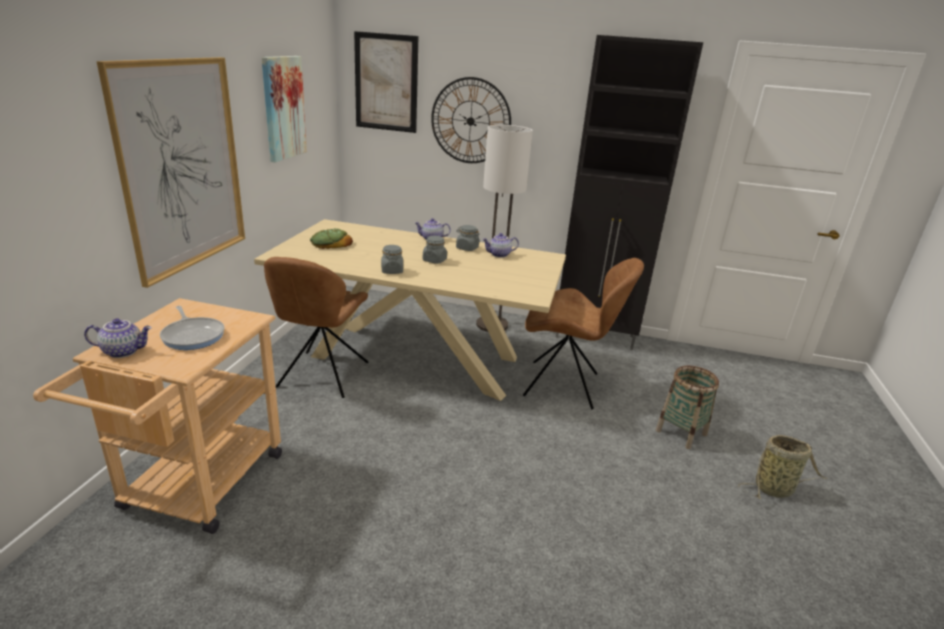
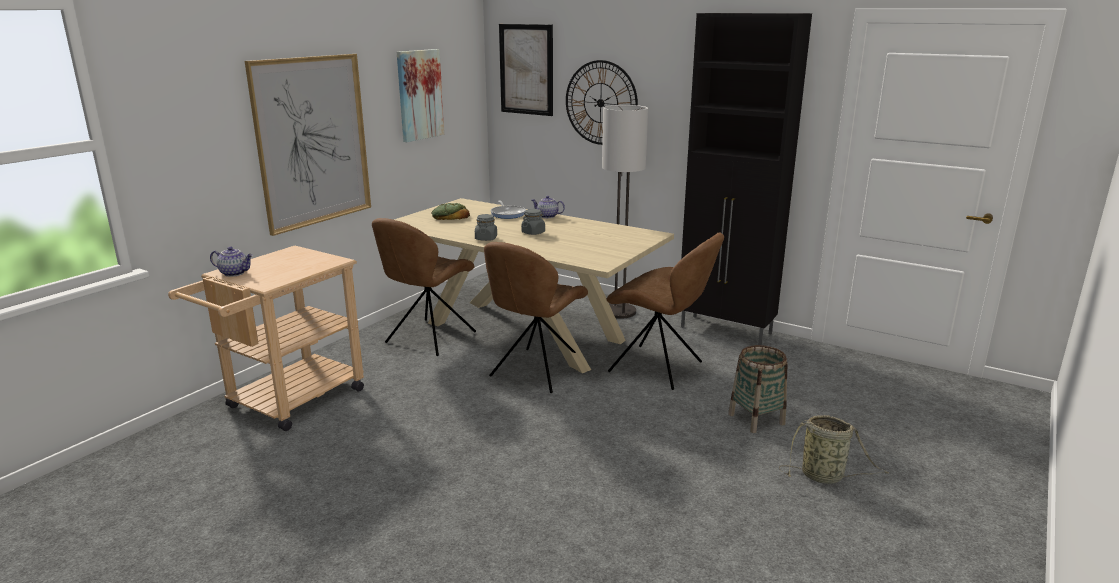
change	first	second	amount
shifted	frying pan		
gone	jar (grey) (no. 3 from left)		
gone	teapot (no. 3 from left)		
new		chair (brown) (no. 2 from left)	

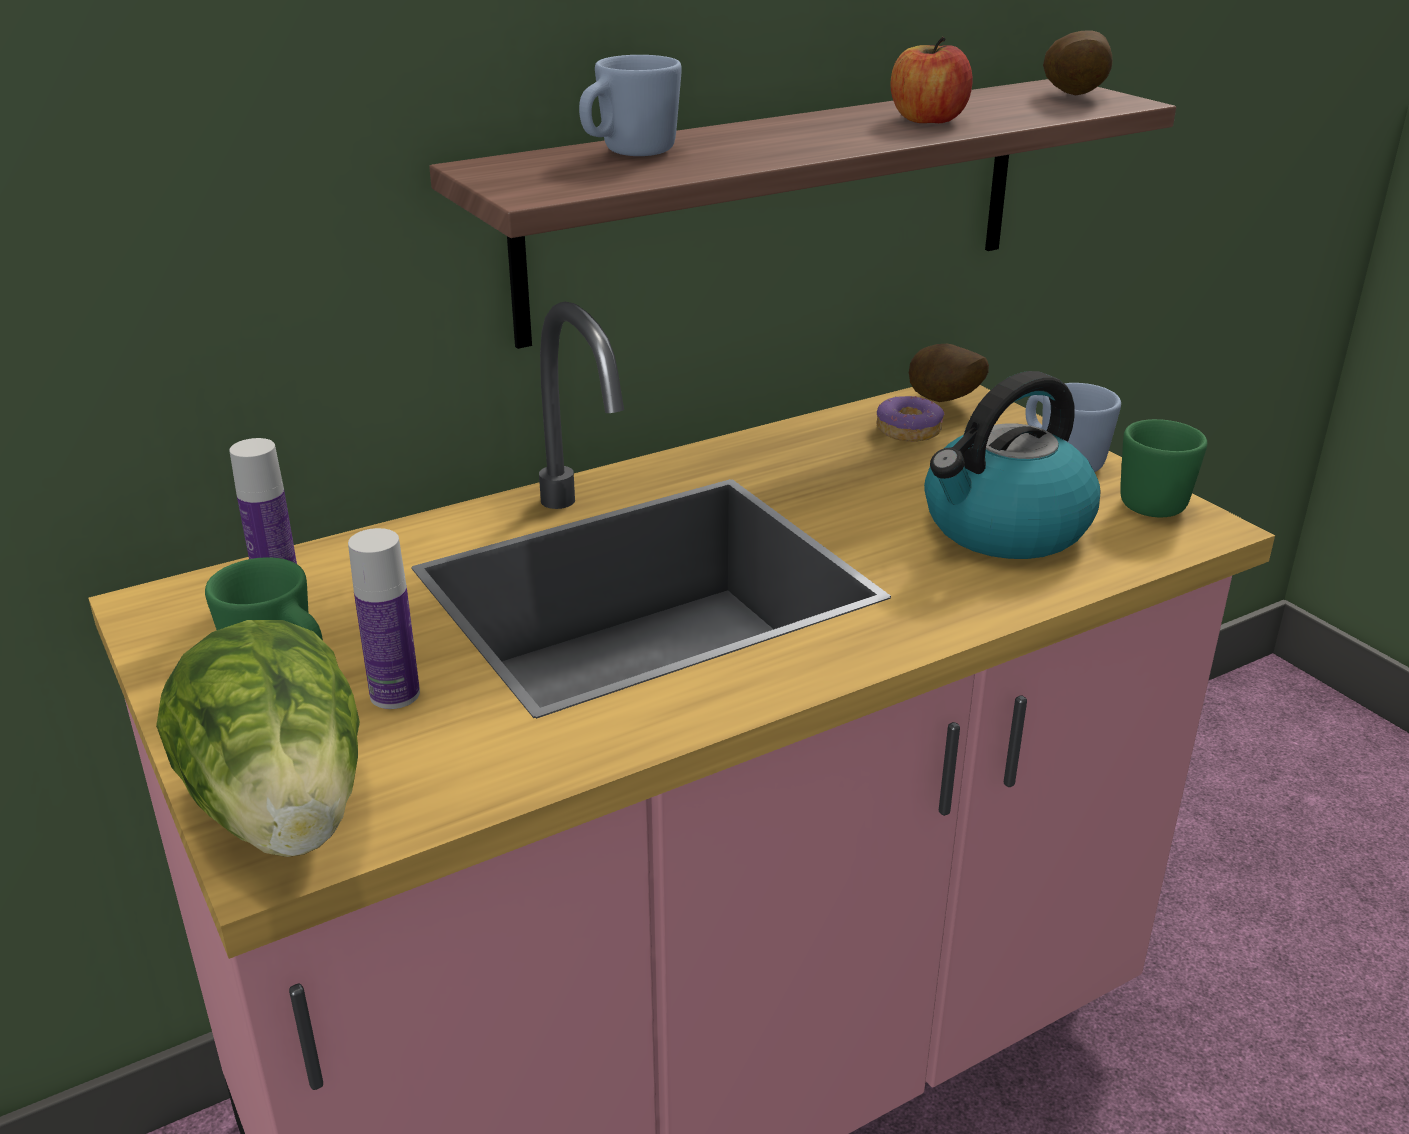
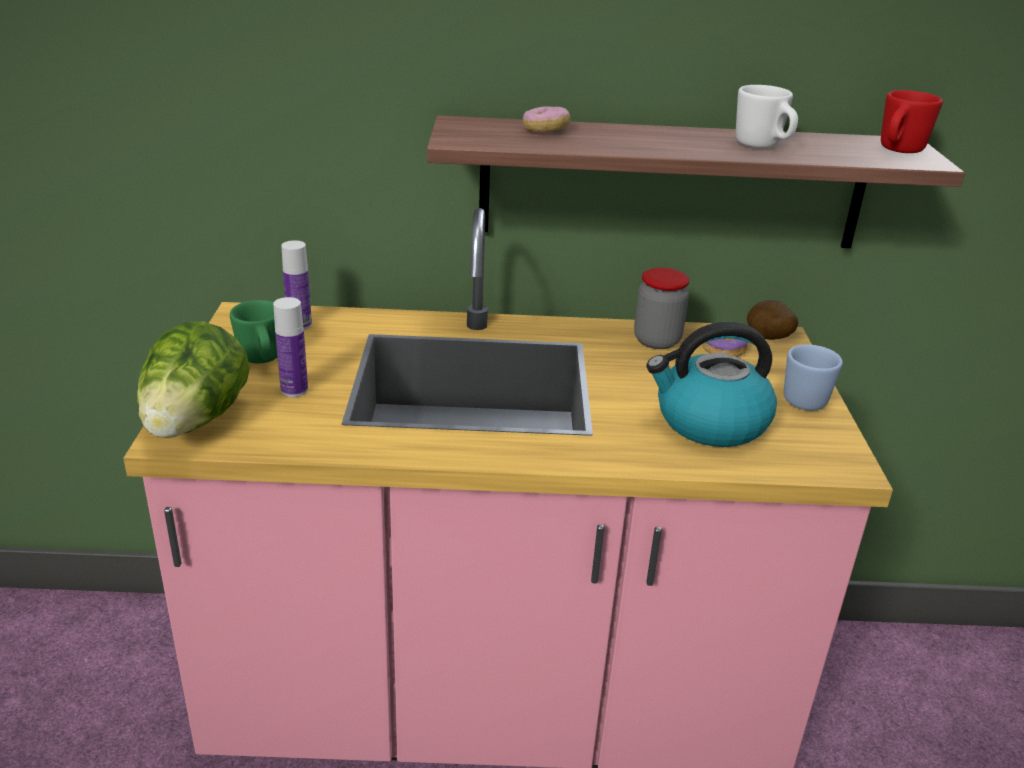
change	first	second	amount
swapped	mug (blue) (no. 1 from left)	donut (no. 1 from left)	
swapped	apple	mug (white)	
swapped	potato (no. 2 from left)	mug (red)	
gone	mug (green) (no. 2 from left)		
new		jar	

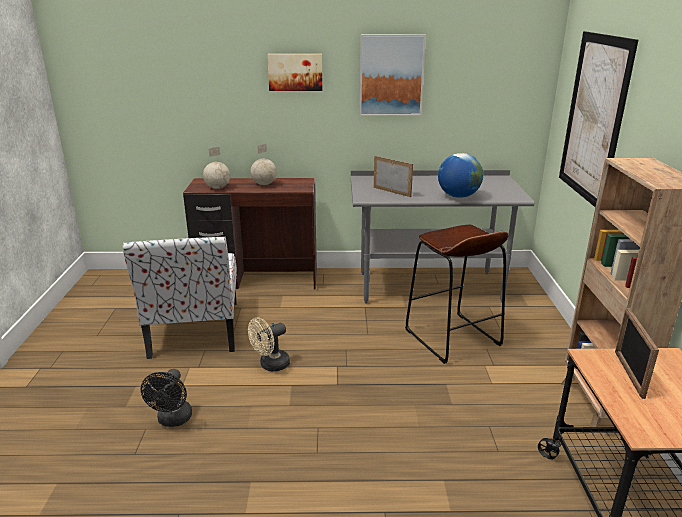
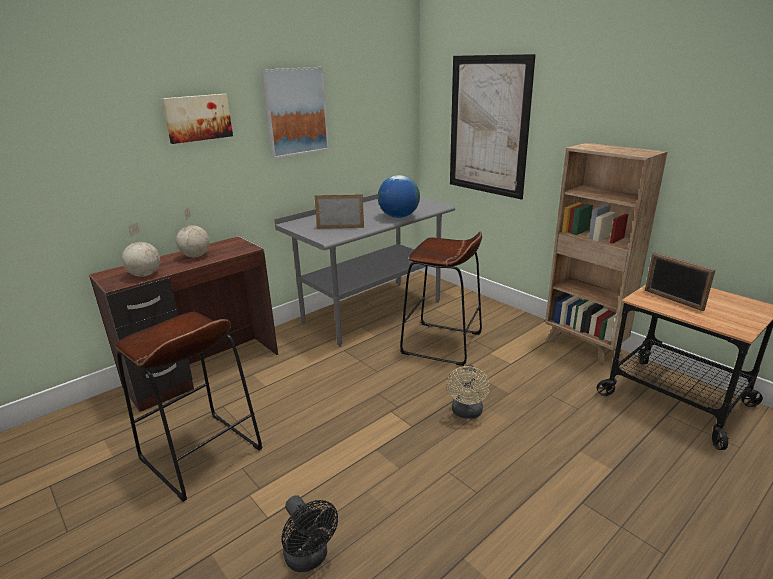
change	first	second	amount
swapped	chair	stool (brown) (no. 1 from left)	
shifted	fan (beige)		

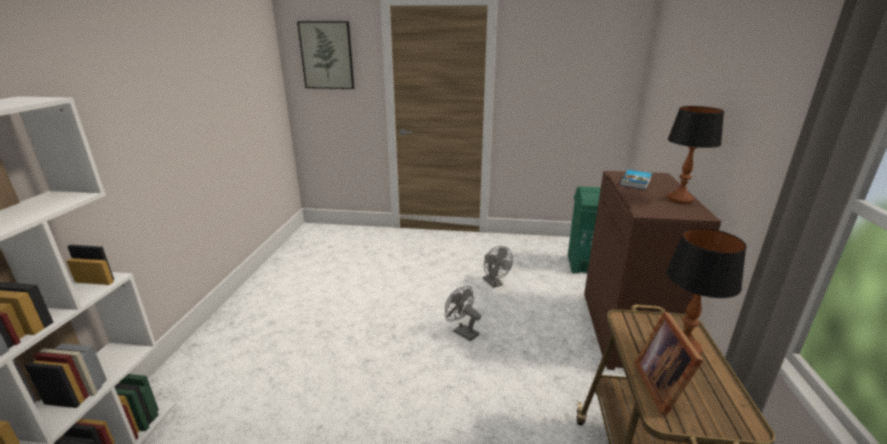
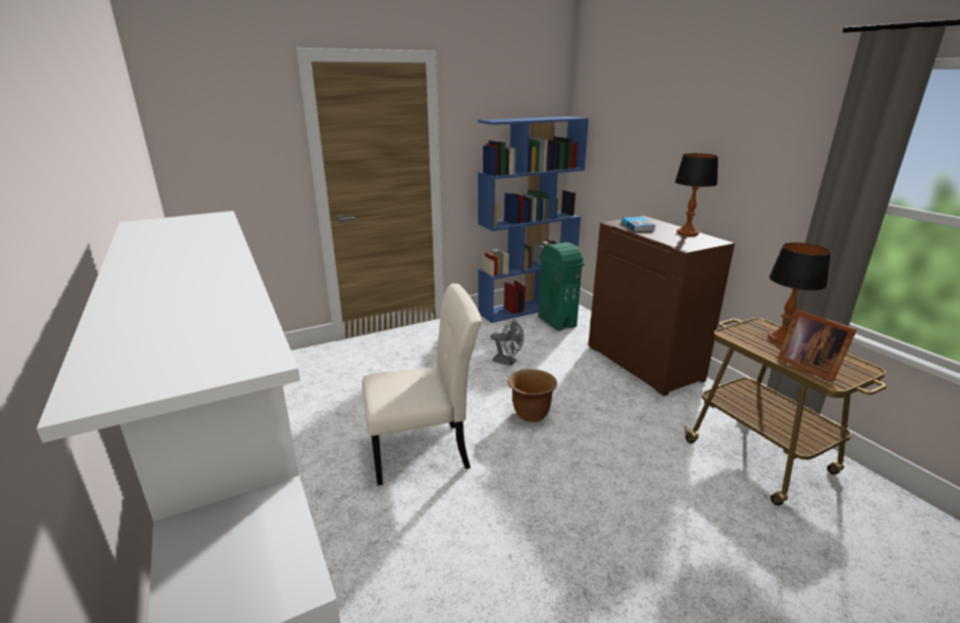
change	first	second	amount
gone	picture		
swapped	fan (grey) (no. 1 from left)	planter (brown)	
new		chair (beige)	
new		bookcase (blue)	

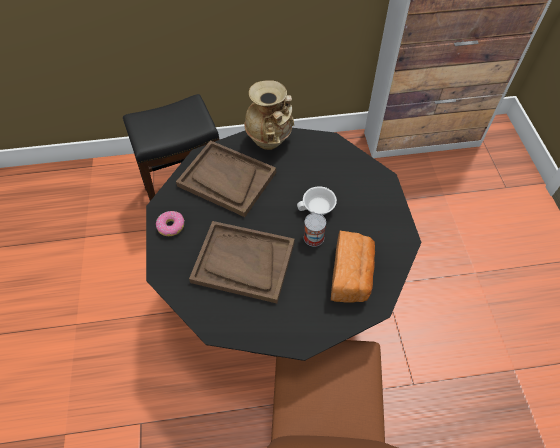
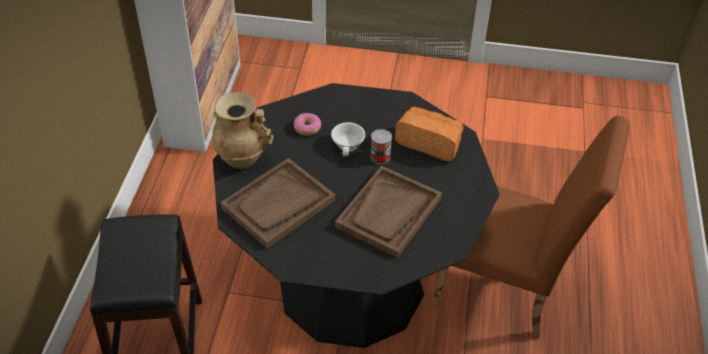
change	first	second	amount
shifted	donut		

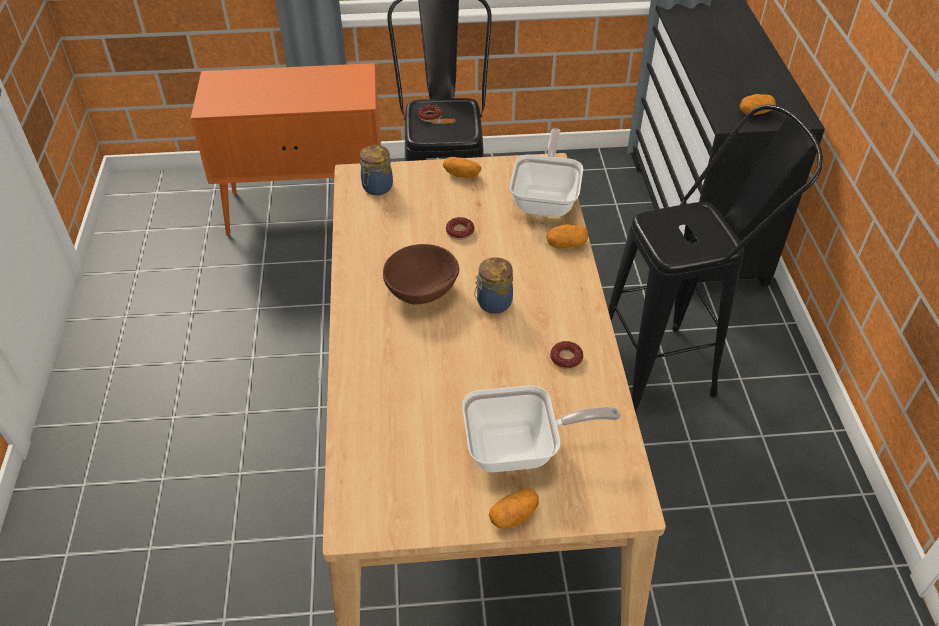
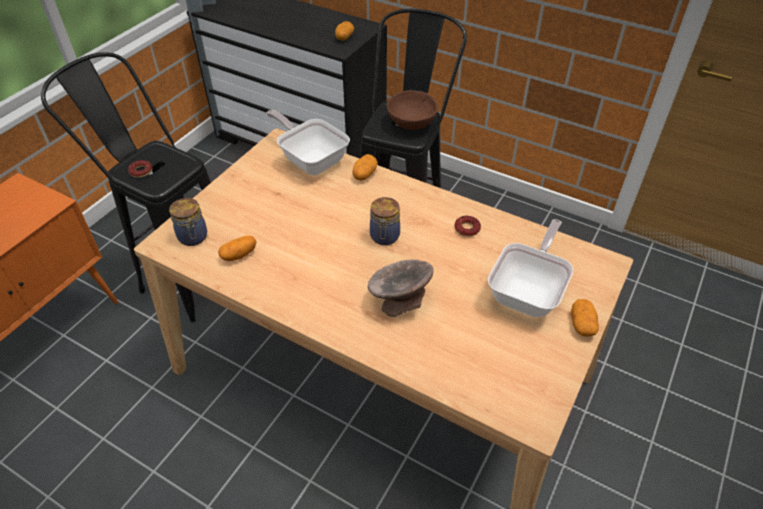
change	first	second	amount
shifted	bowl (brown)		
shifted	potato (no. 1 from left)		
gone	donut (no. 2 from left)		
new		bowl (grey)	

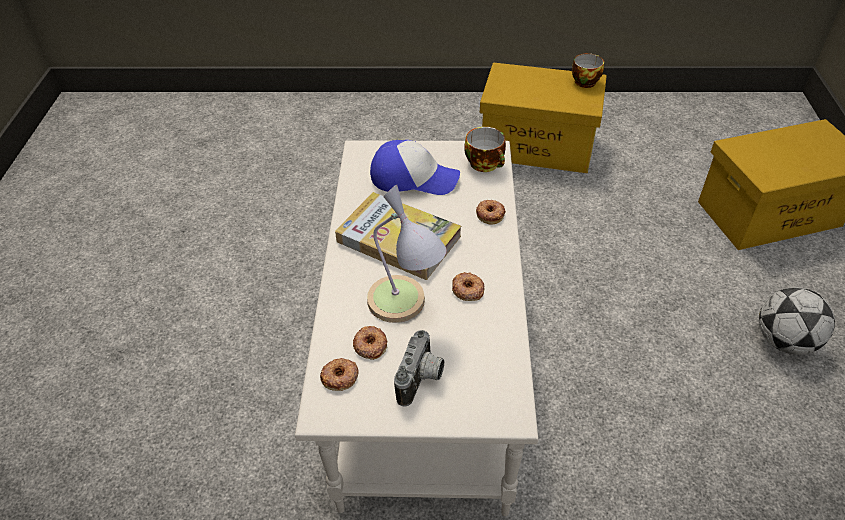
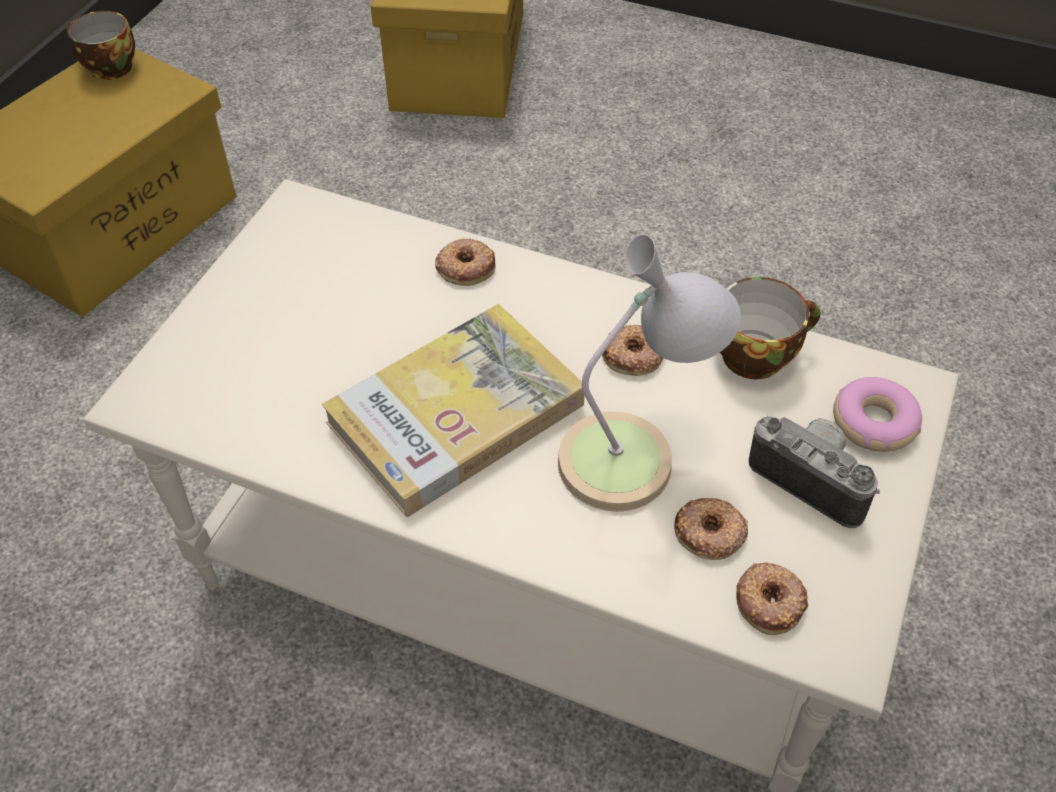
change	first	second	amount
gone	cap		
shifted	cup (no. 1 from left in the first image)	cup (no. 2 from left)	
gone	football		
new		donut (no. 5 from left)	

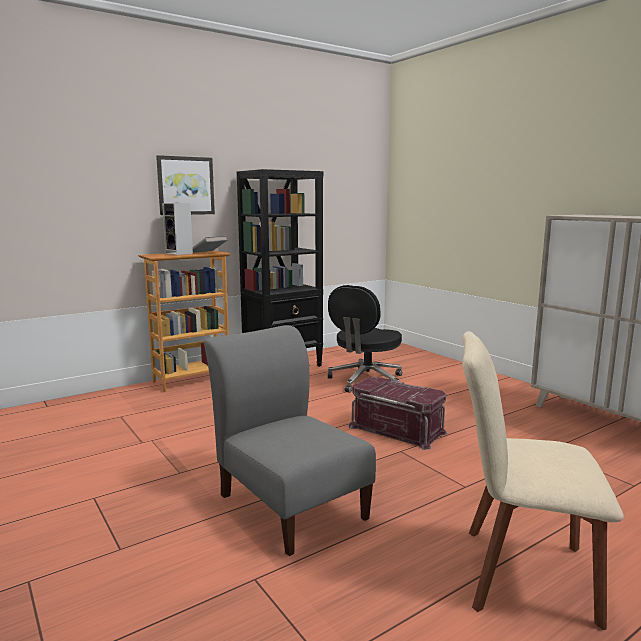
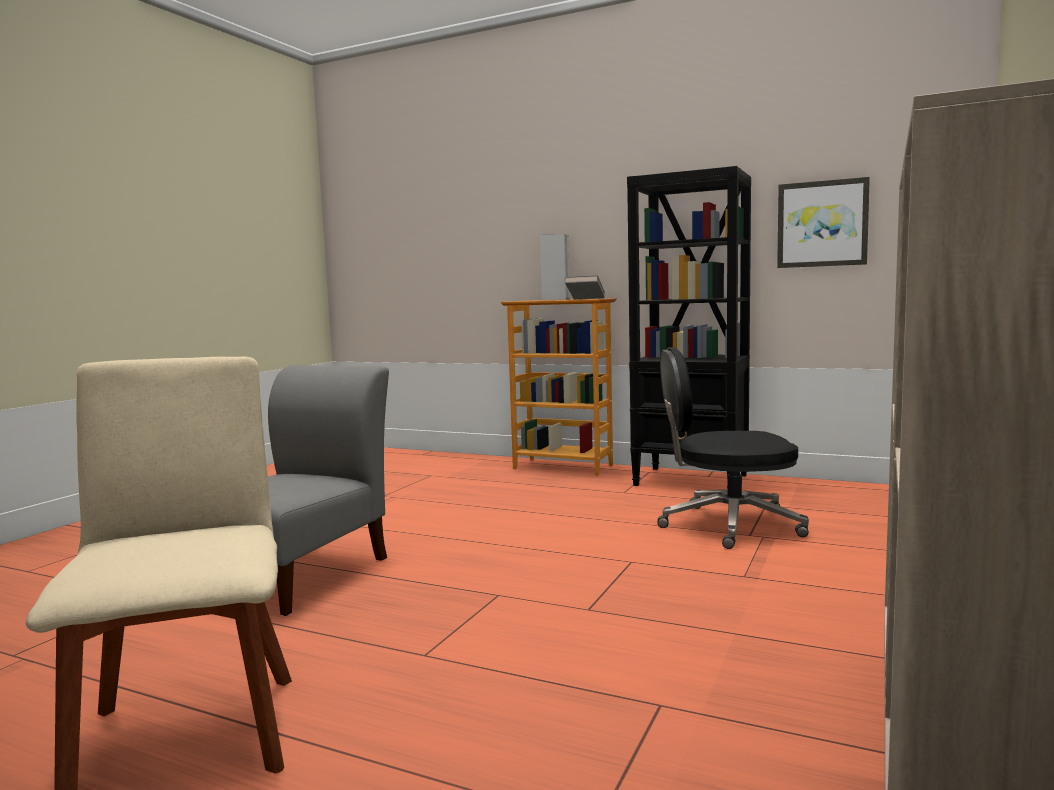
change	first	second	amount
shifted	picture		
gone	storage box (red)		

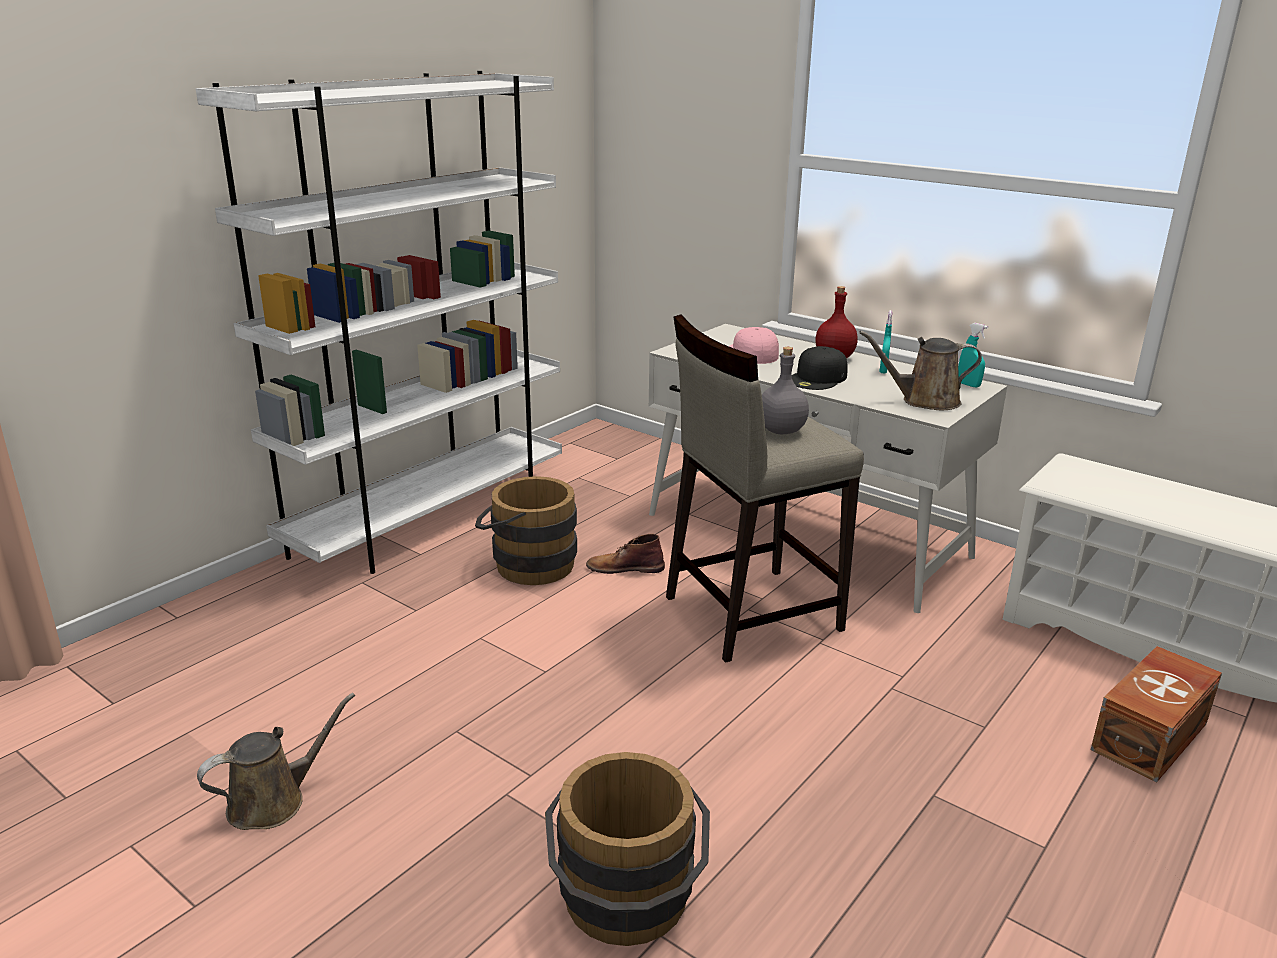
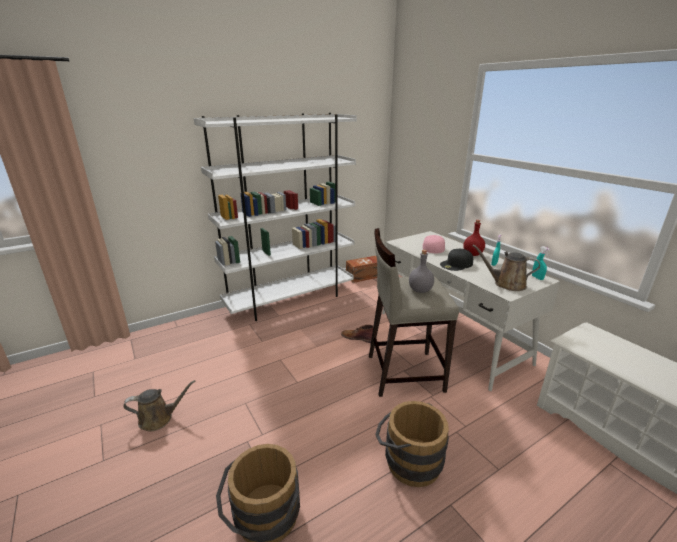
change	first	second	amount
shifted	bucket (brown) (no. 1 from left in the first image)	bucket (brown) (no. 2 from left)	
shifted	storage box (brown)		

